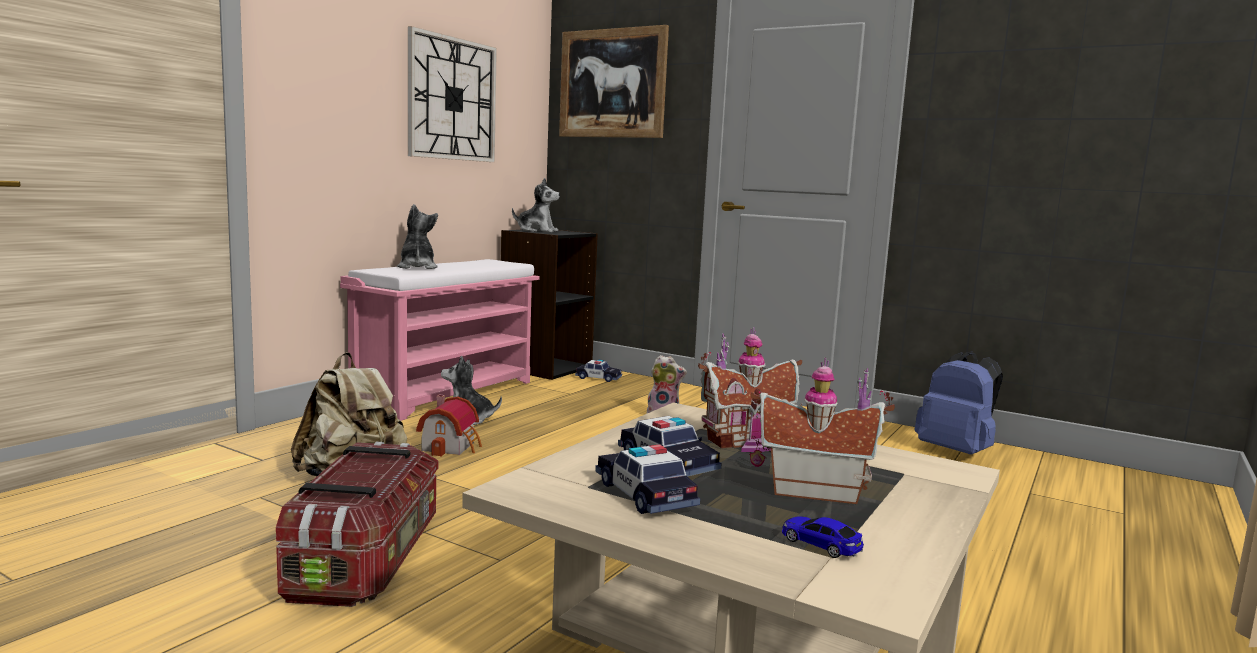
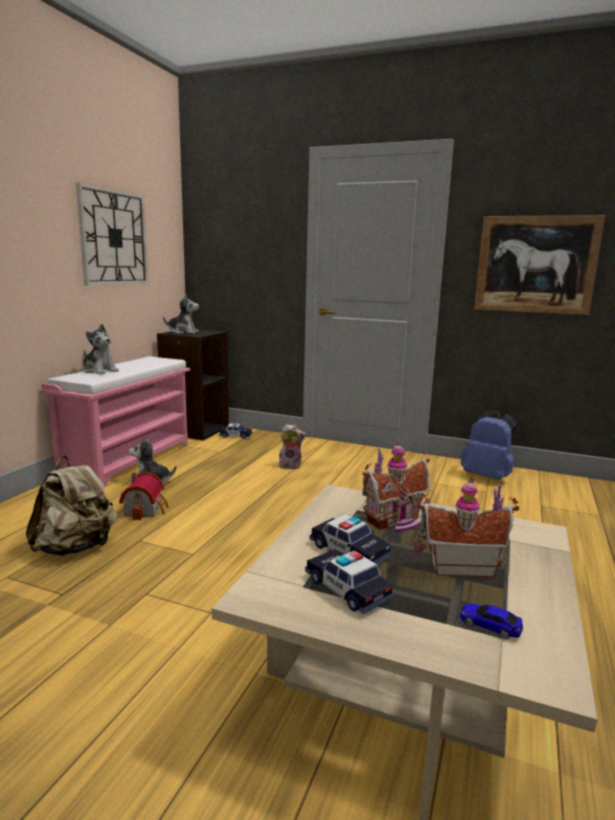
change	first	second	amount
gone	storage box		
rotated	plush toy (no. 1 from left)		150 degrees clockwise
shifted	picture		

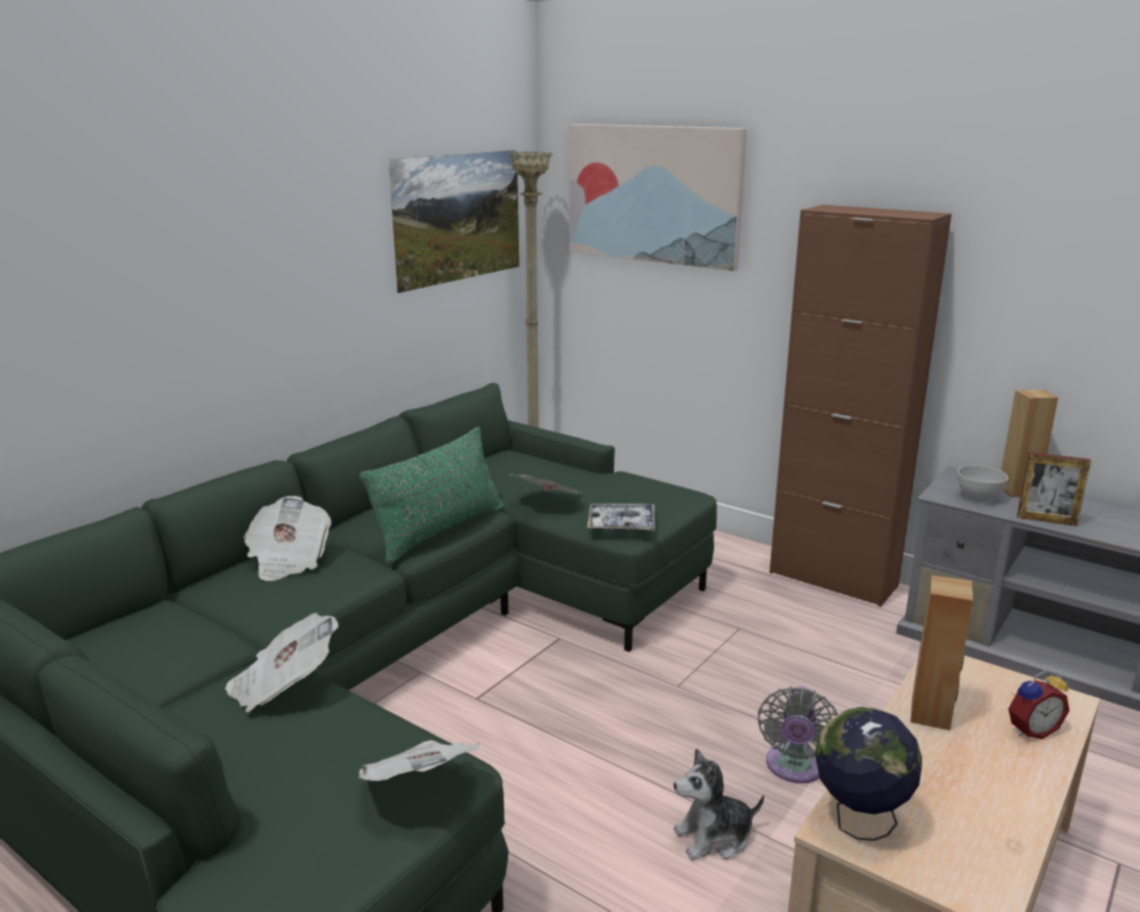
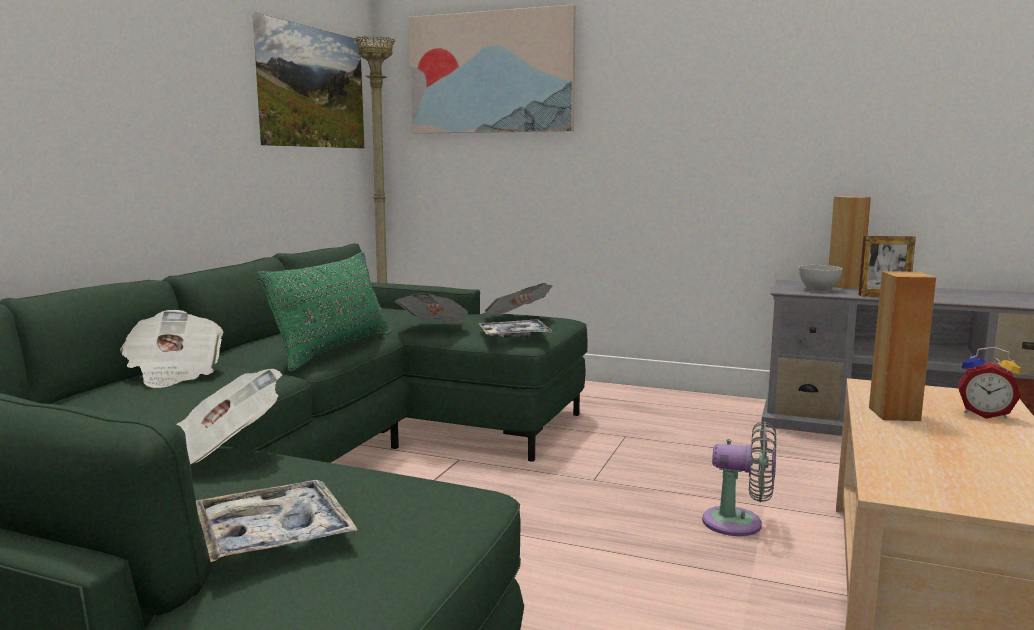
change	first	second	amount
shifted	newspaper (no. 3 from left in the first image)	newspaper (no. 4 from left)	
gone	plush toy		
rotated	fan (grey)		75 degrees counterclockwise
gone	cabinet (brown)		
gone	globe		
rotated	alarm clock		60 degrees clockwise
new		tray (no. 1 from left)	

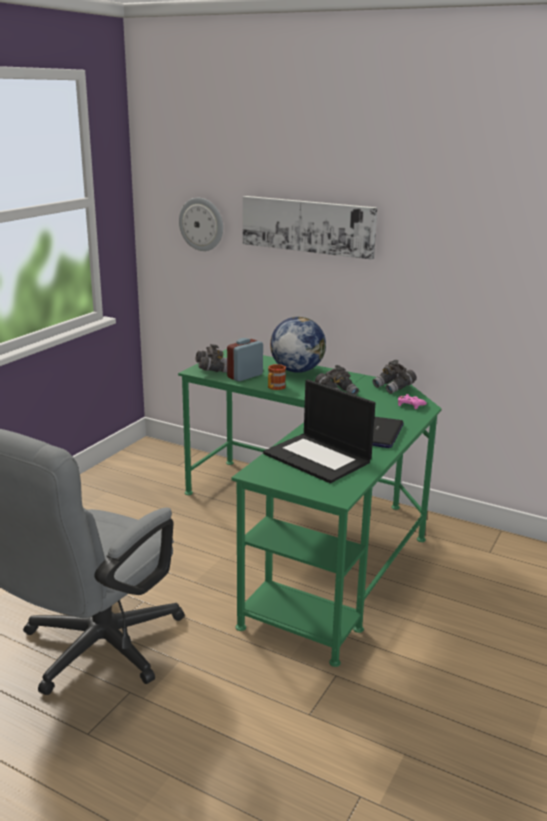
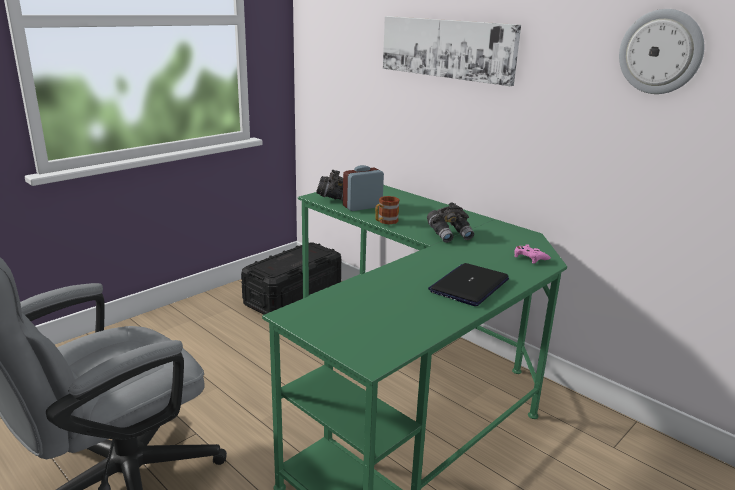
change	first	second	amount
shifted	wall clock		
gone	laptop (no. 1 from left)		
gone	globe		
gone	binoculars (grey) (no. 3 from left)		
new		storage box (black)	

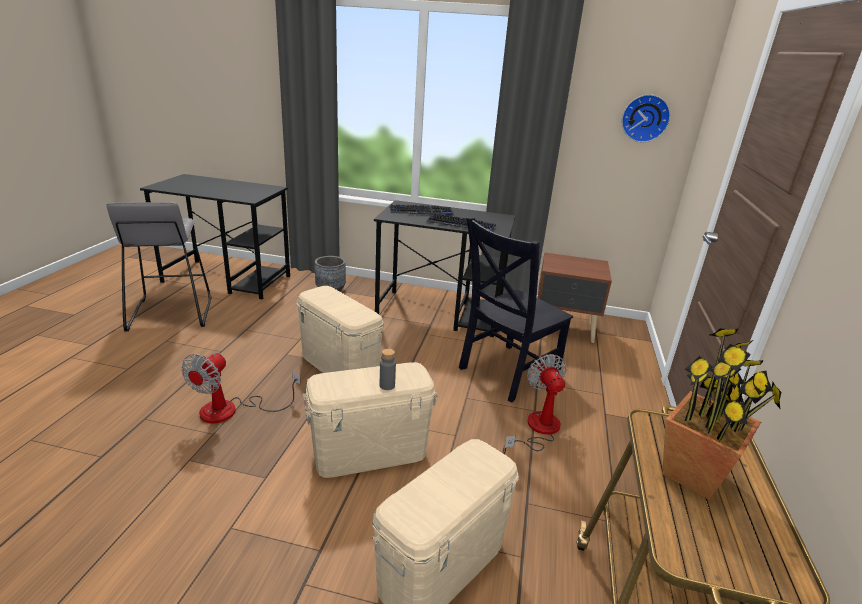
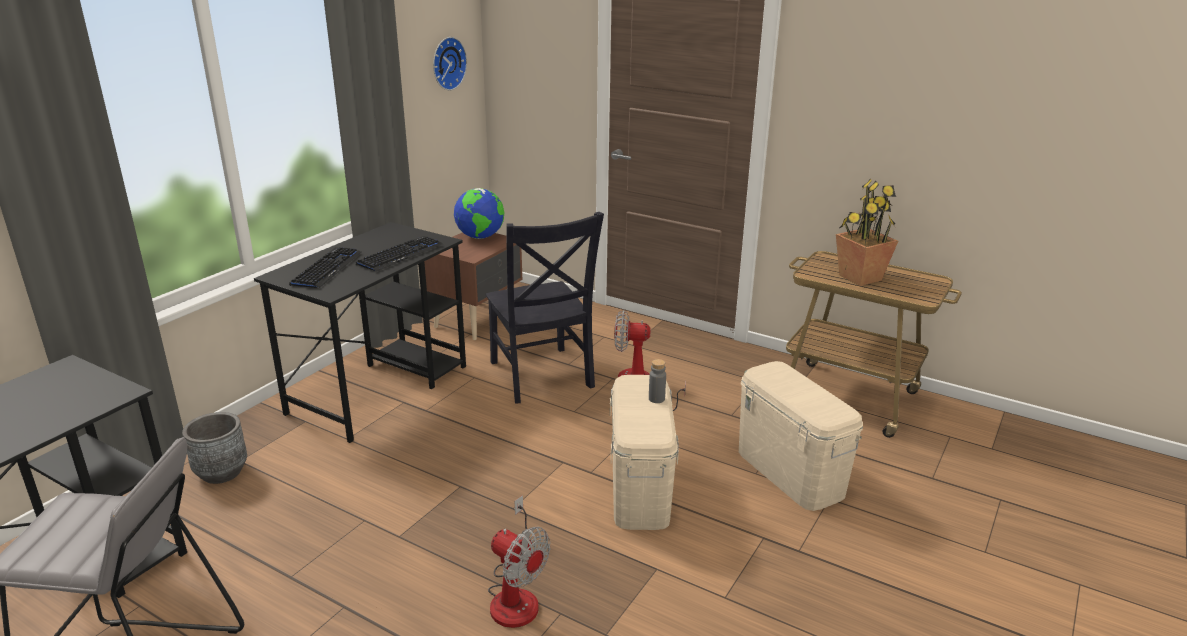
change	first	second	amount
gone	storage box (beige) (no. 1 from left)		
new		globe	

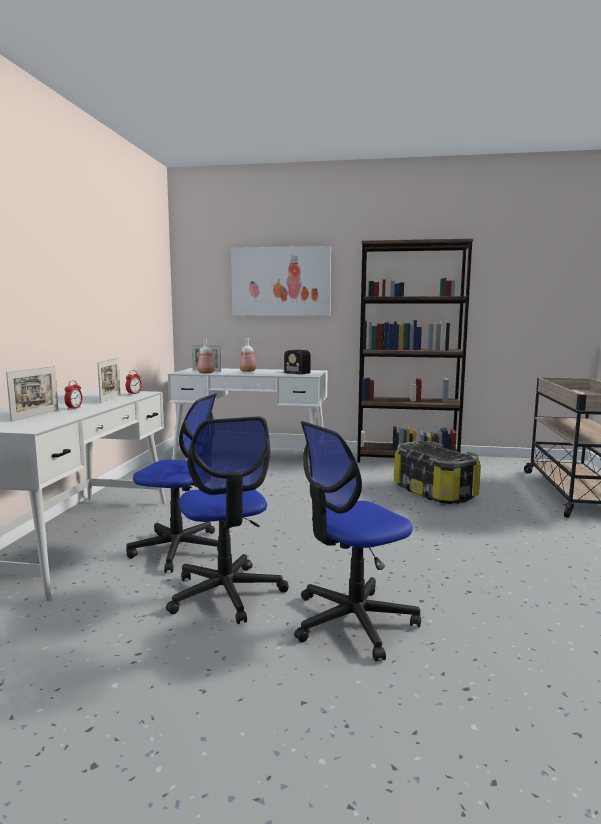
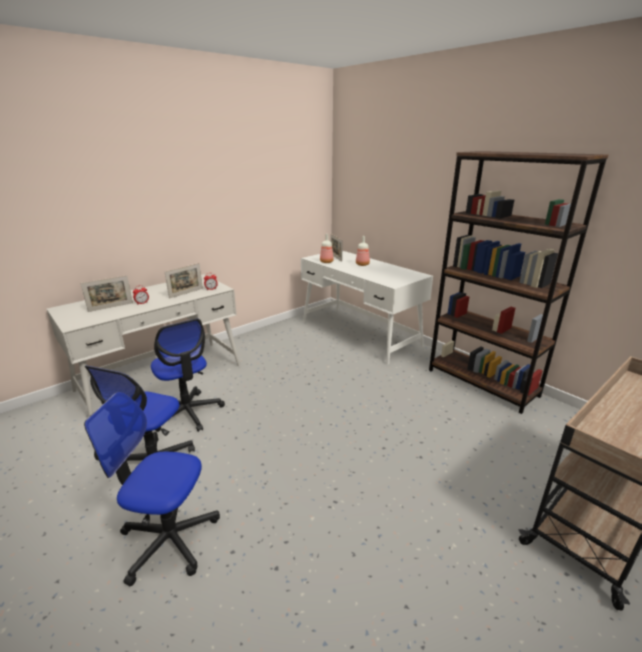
change	first	second	amount
gone	picture		
gone	radio		
gone	storage box		

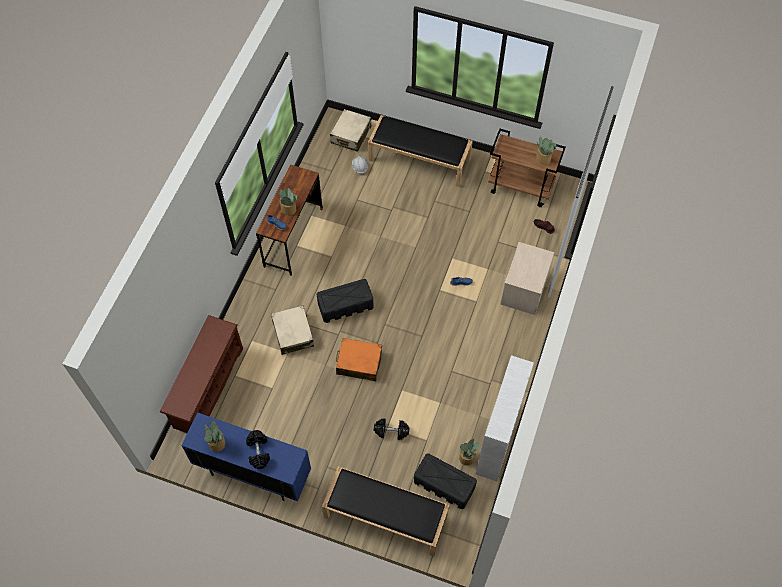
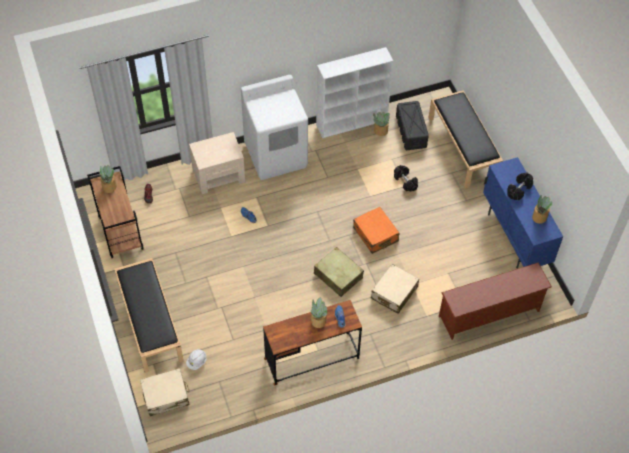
change	first	second	amount
swapped	storage box (black) (no. 1 from left)	suitcase (beige) (no. 2 from left)	
new		washing machine (white)	

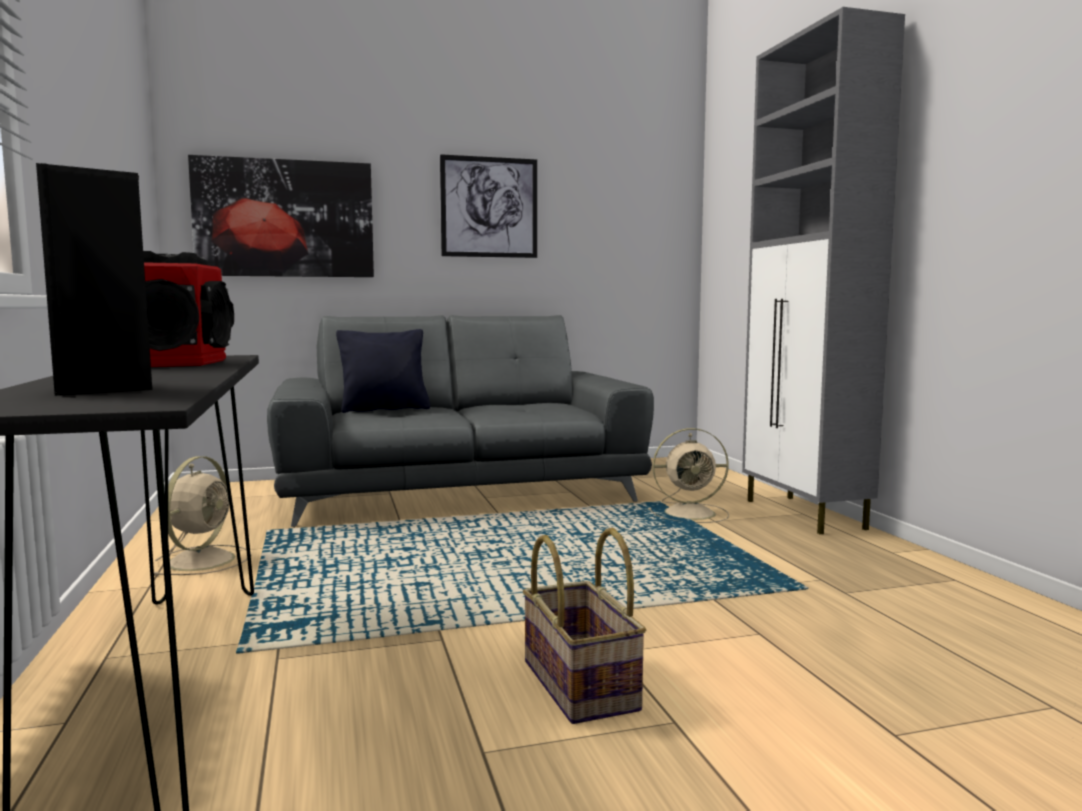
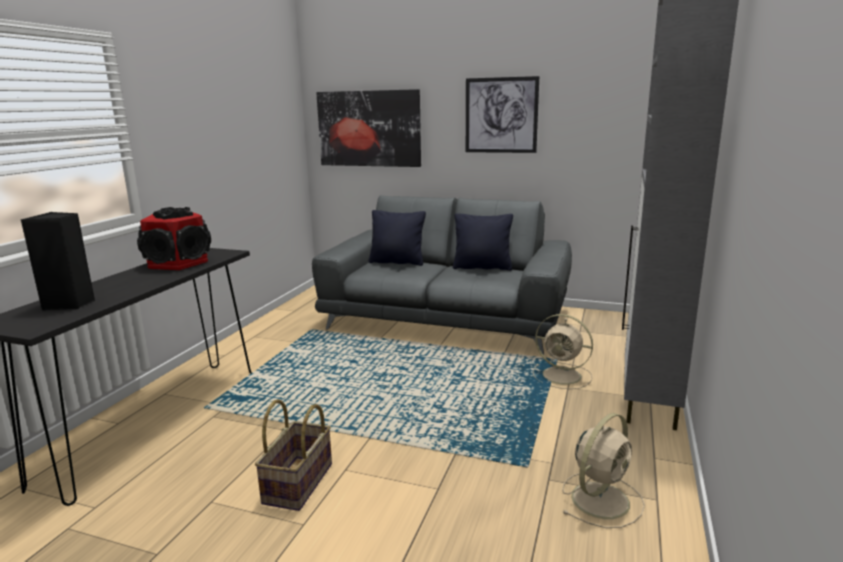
change	first	second	amount
shifted	fan (beige) (no. 1 from left in the first image)	fan (beige) (no. 2 from left)	
new		pillow (black) (no. 2 from left)	

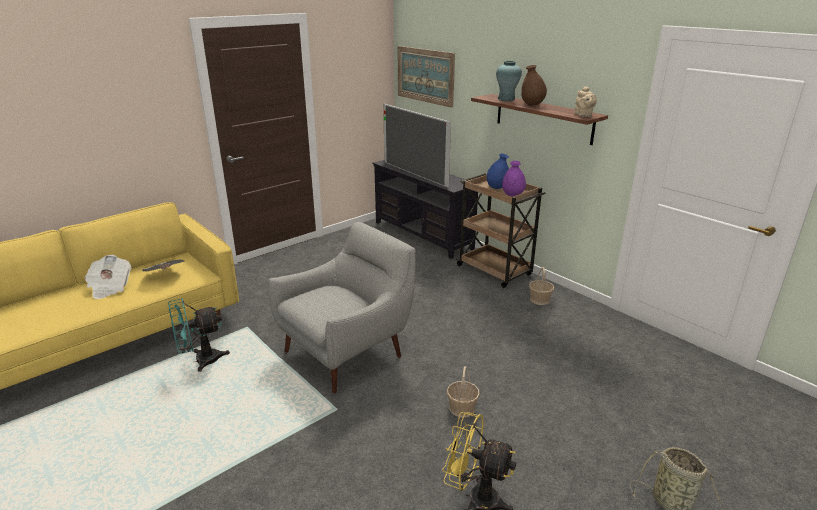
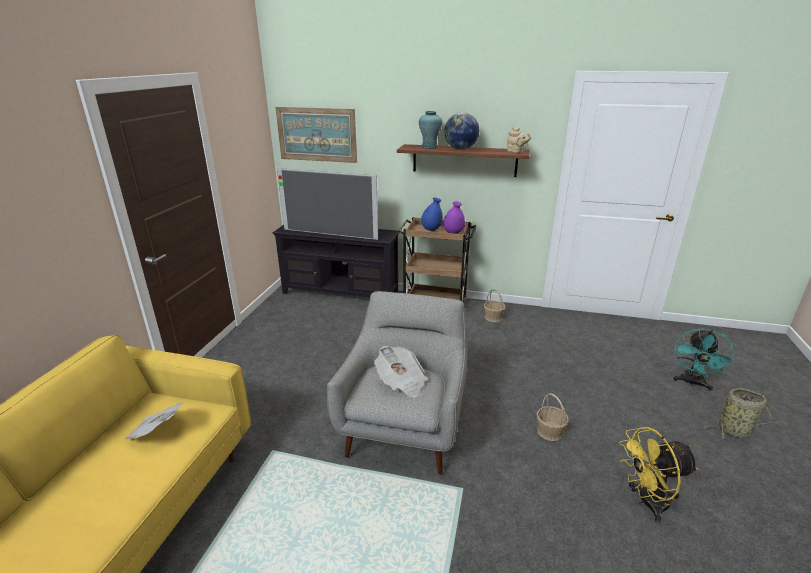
change	first	second	amount
shifted	newspaper (no. 1 from left in the first image)	newspaper (no. 2 from left)	
shifted	fan (turquoise)		
swapped	vase (brown)	globe	

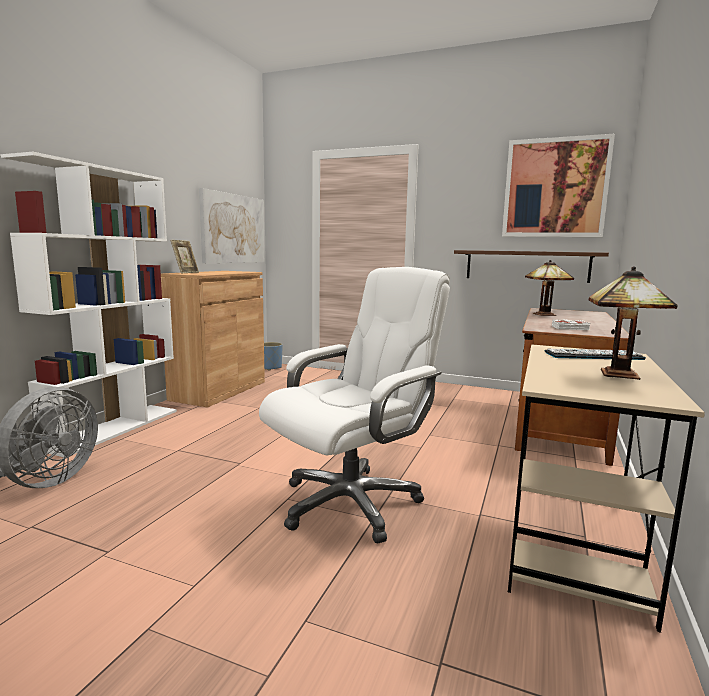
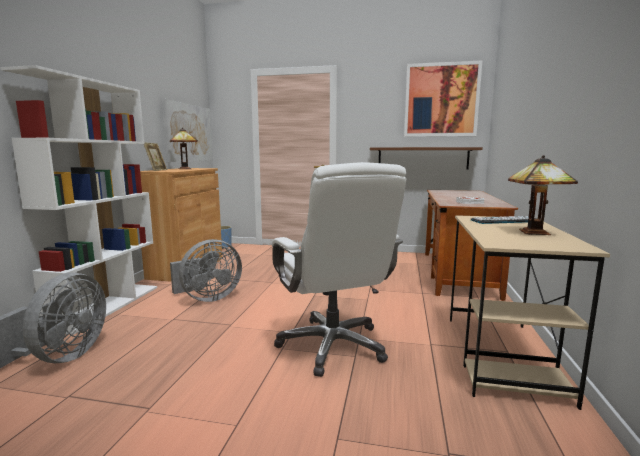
change	first	second	amount
rotated	office chair (white)		120 degrees clockwise
shifted	table lamp (no. 1 from left)		
new		fan (grey) (no. 2 from left)	

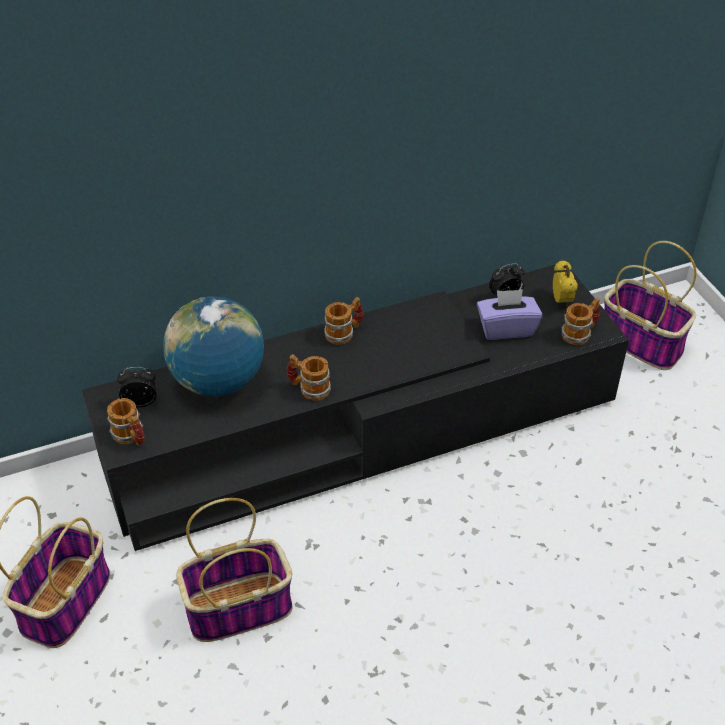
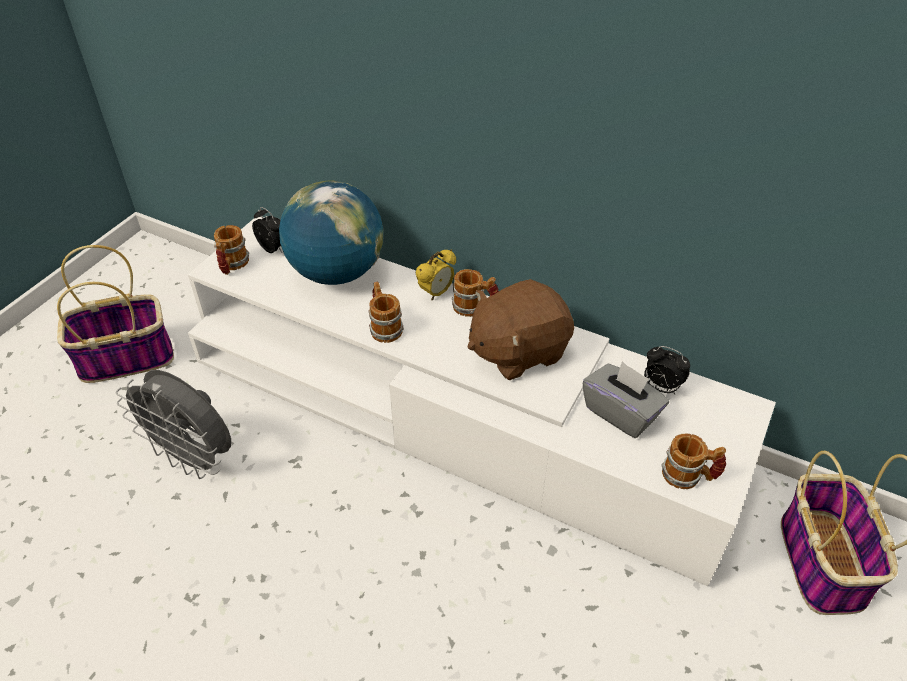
change	first	second	amount
repainted	tv stand (black)	tv stand (white)	
swapped	basket (no. 2 from left)	fan (grey)	
repainted	tissue box (purple)	tissue box (grey)	
shifted	alarm clock (no. 3 from left in the first image)	alarm clock (no. 2 from left)	
new		plush toy (brown)	

